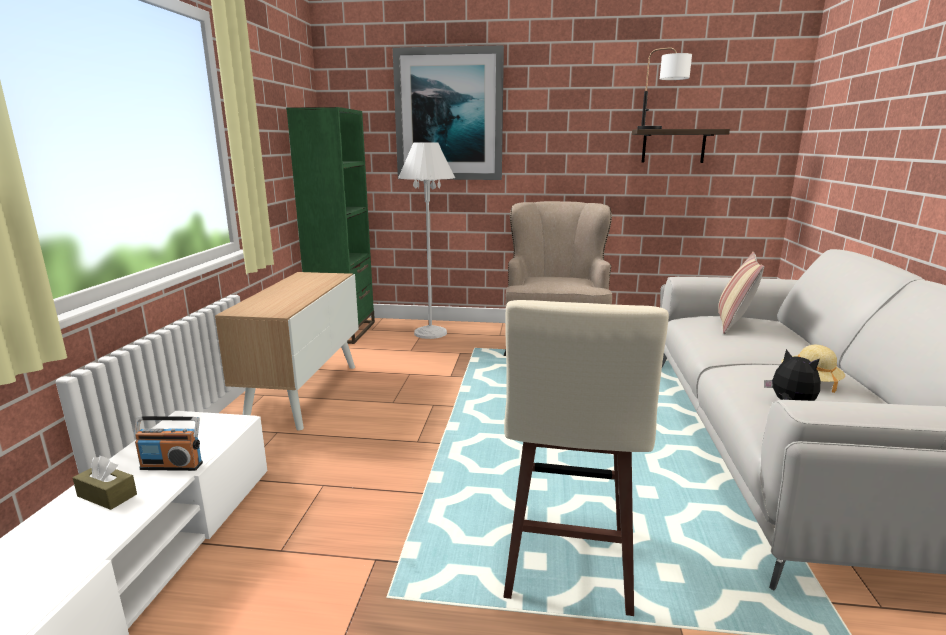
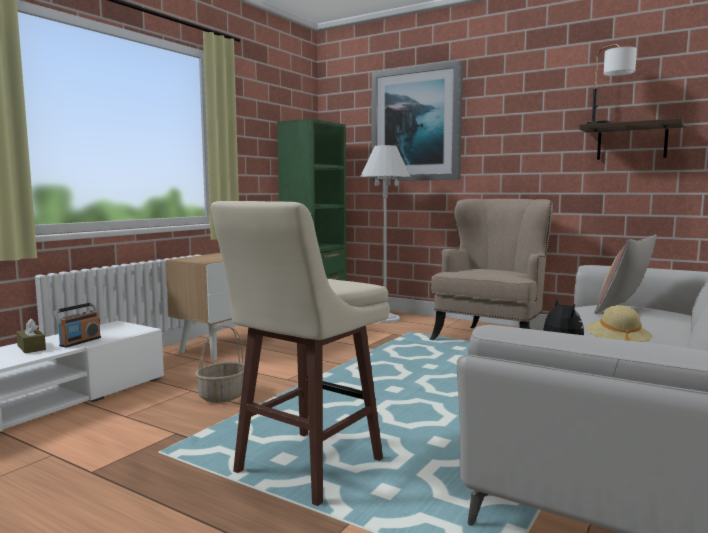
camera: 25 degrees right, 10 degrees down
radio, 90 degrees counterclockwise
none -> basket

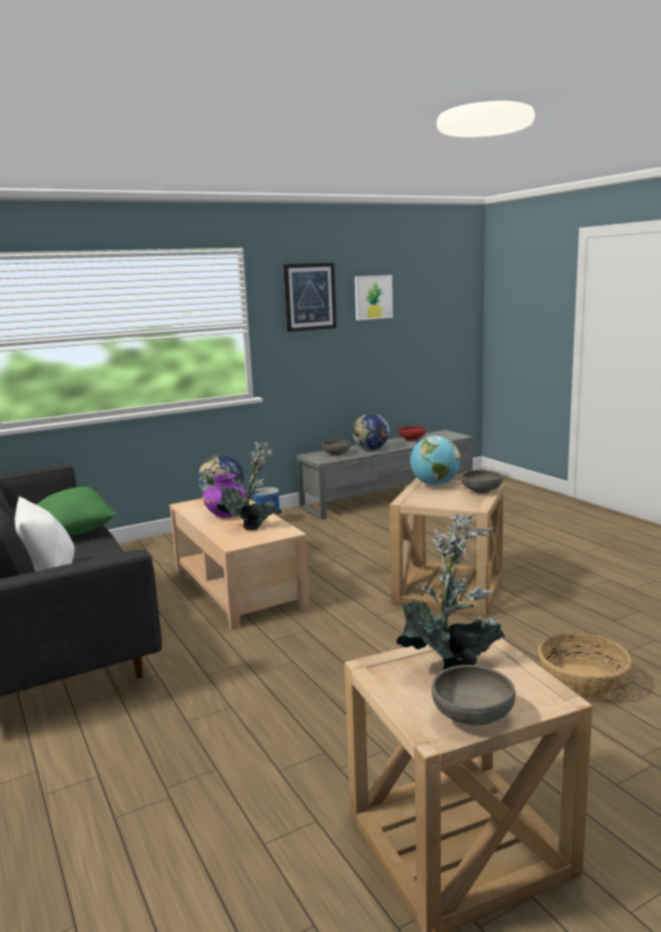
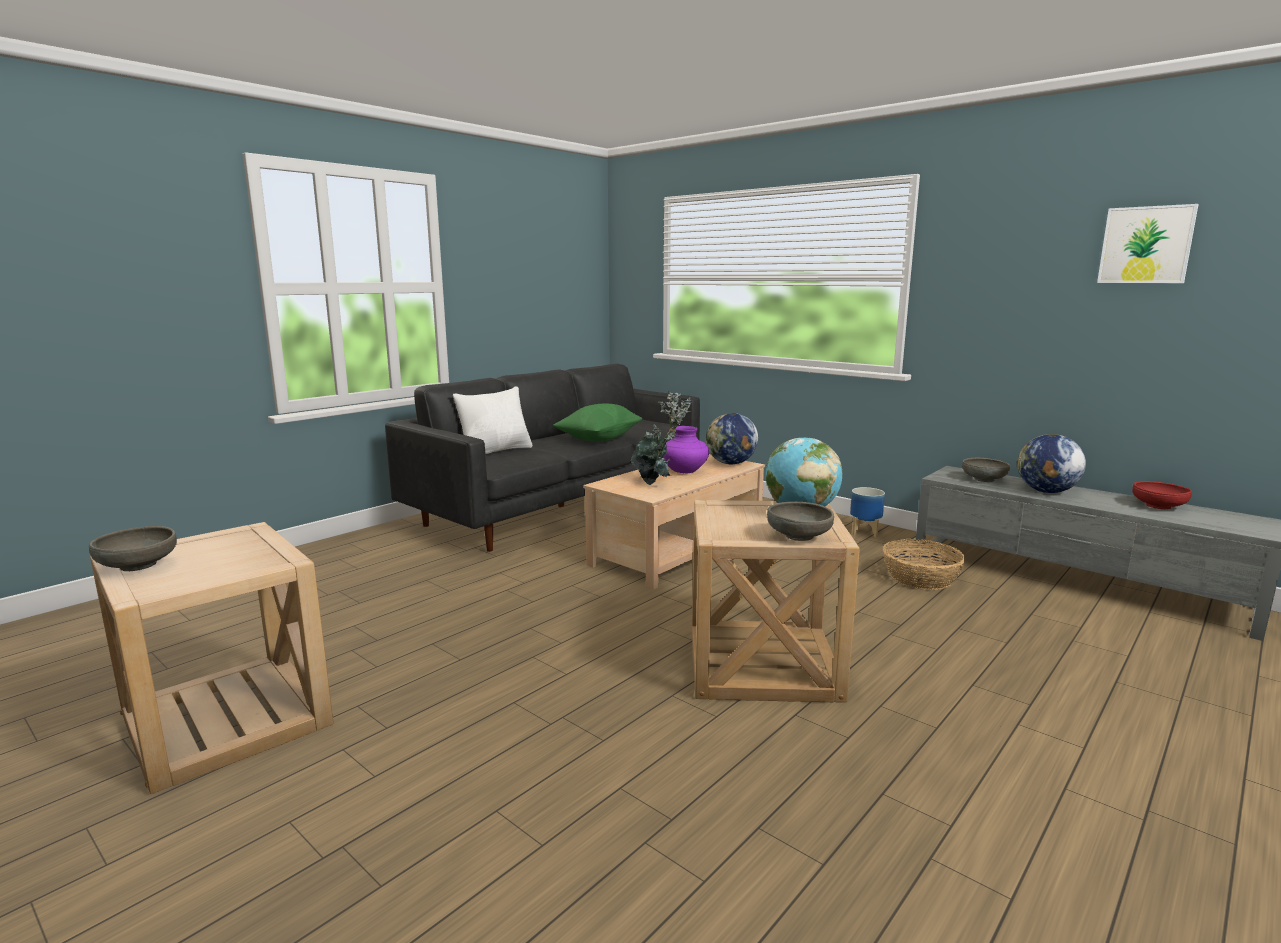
camera: 70 degrees right, 0 degrees up
picture (1st from left) -> none
potted plant (2nd from left) -> none
basket, move

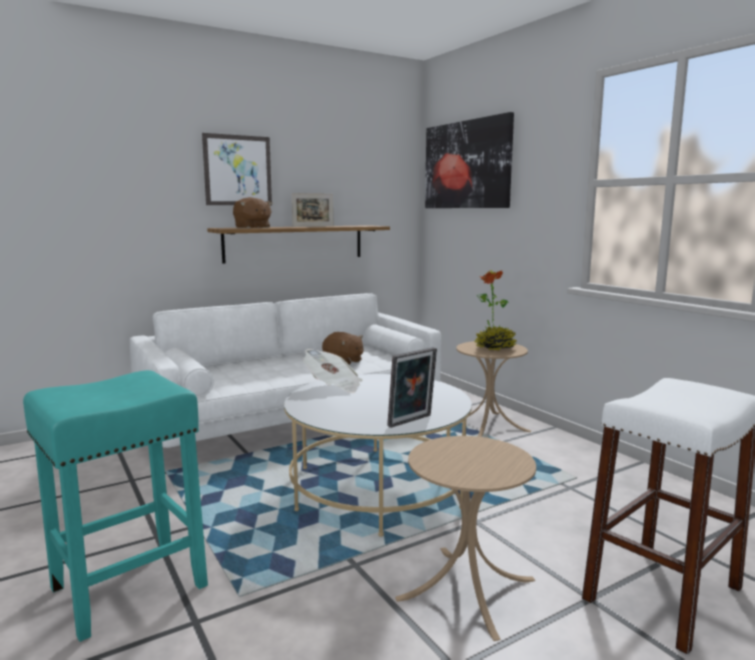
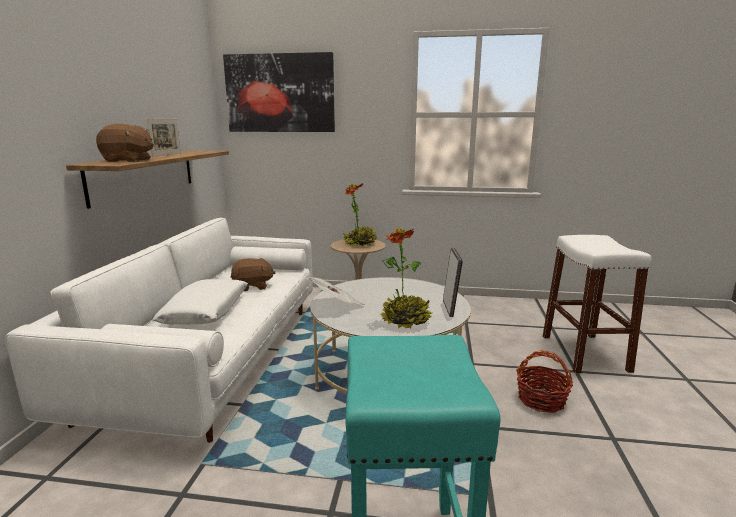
camera: 50 degrees left, 5 degrees up
picture (1st from left) -> none
side table/beige (1st from left) -> basket
none -> pillow/white
none -> potted plant (2nd from left)

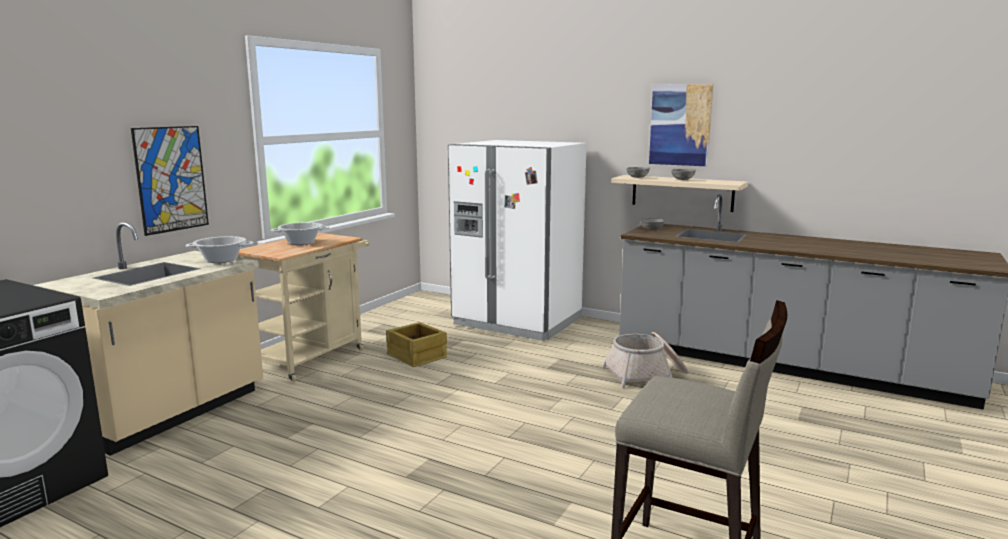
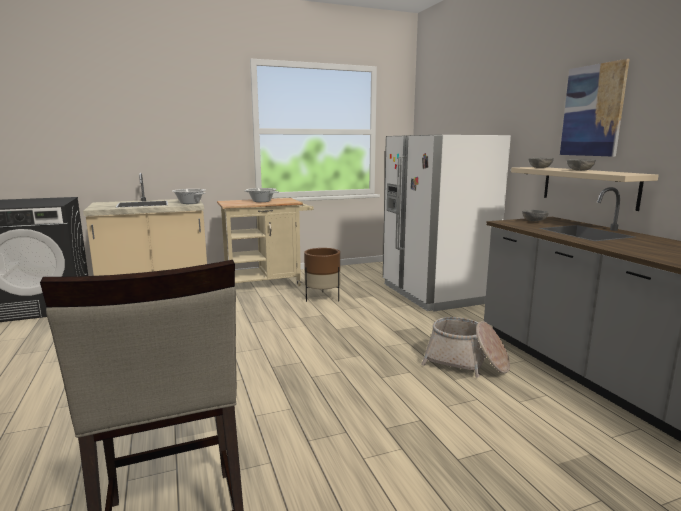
camera: 40 degrees right, 0 degrees up
picture (1st from left) -> none
crate -> planter/brown

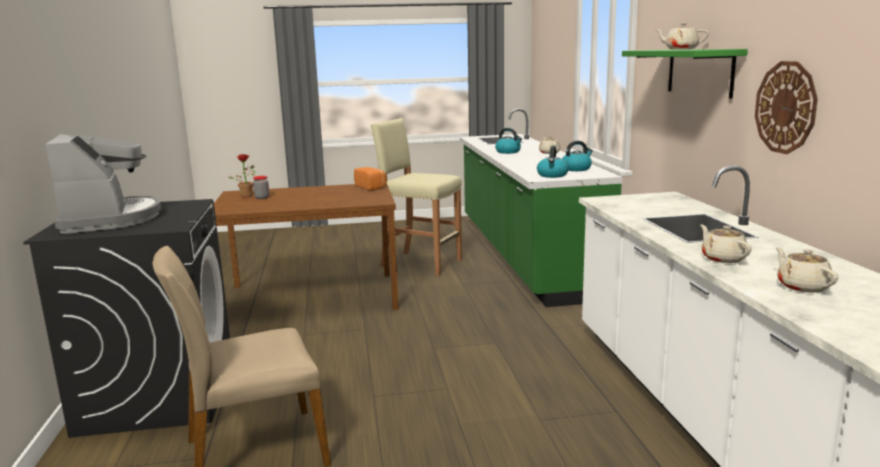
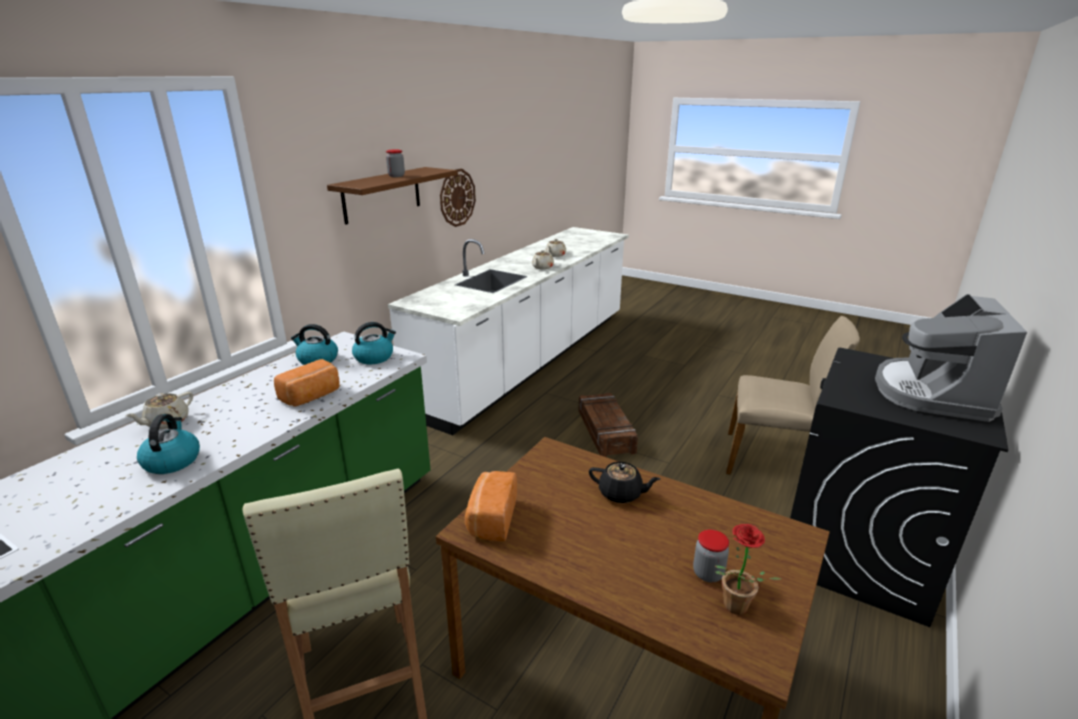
camera: 140 degrees left, 10 degrees up
shelf/green -> shelf/brown
teapot/beige (2nd from left) -> jar (1st from left)
none -> bread (1st from left)
none -> crate
none -> teapot/black

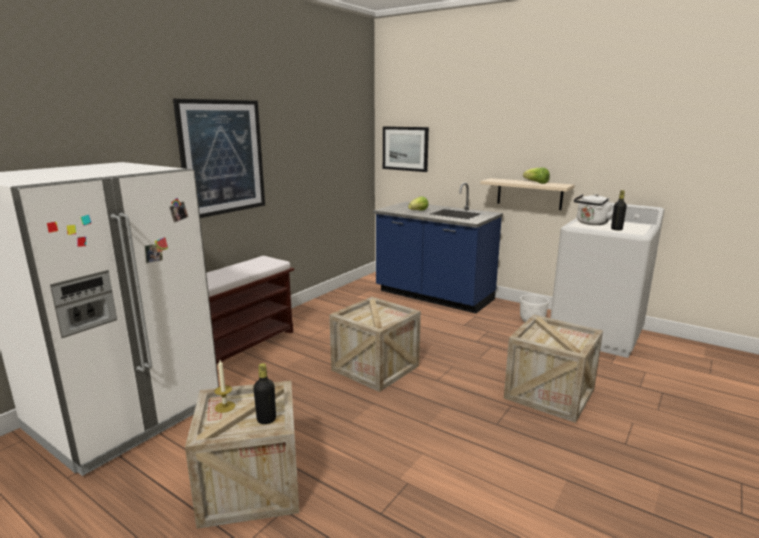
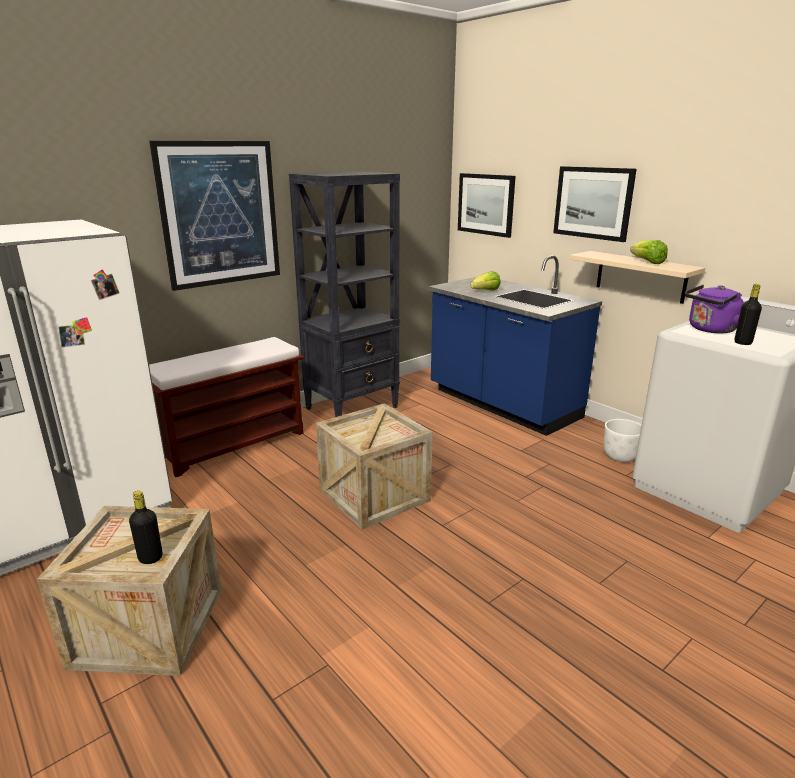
camera: 15 degrees right, 5 degrees up
candle -> none
crate (3rd from left) -> none
kettle/white -> kettle/purple
none -> bookcase/black
none -> picture (3rd from left)

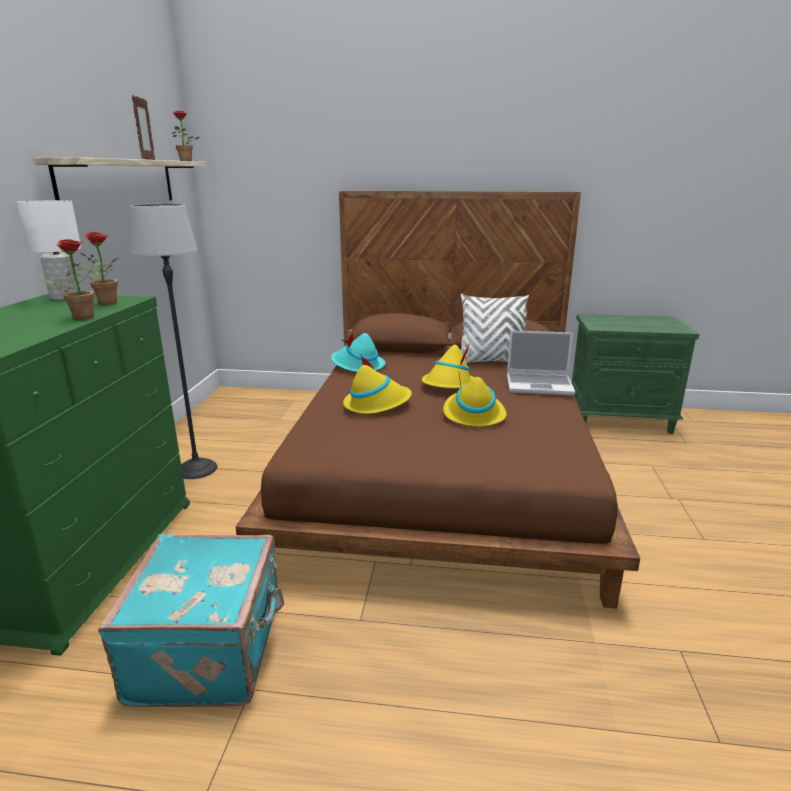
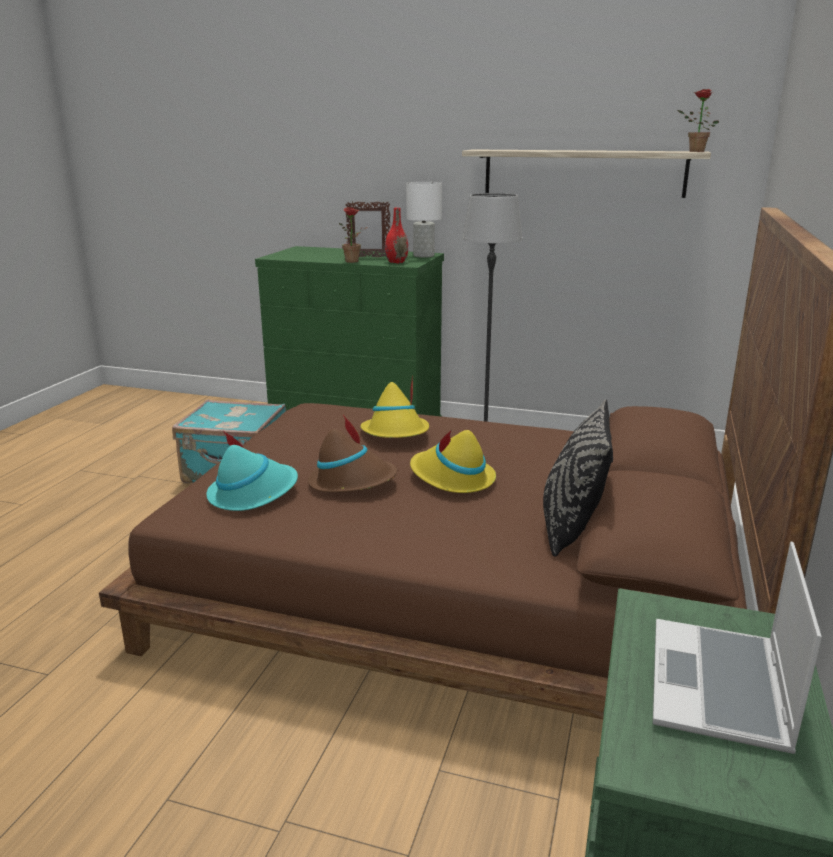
camera: 100 degrees right, 0 degrees up
potted plant (2nd from left) -> vase/red
picture frame, move
hat/turquoise, move
hat/yellow (3rd from left) -> hat/brown
pillow/white -> pillow/black
laptop, move

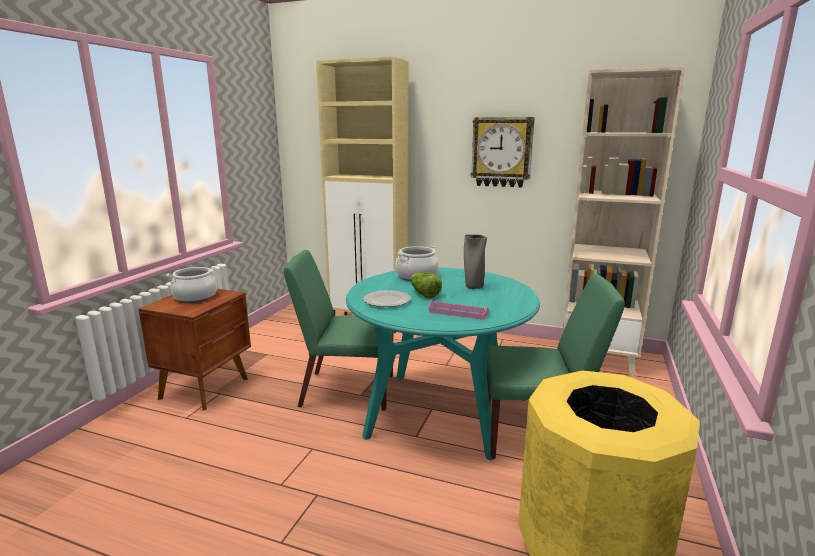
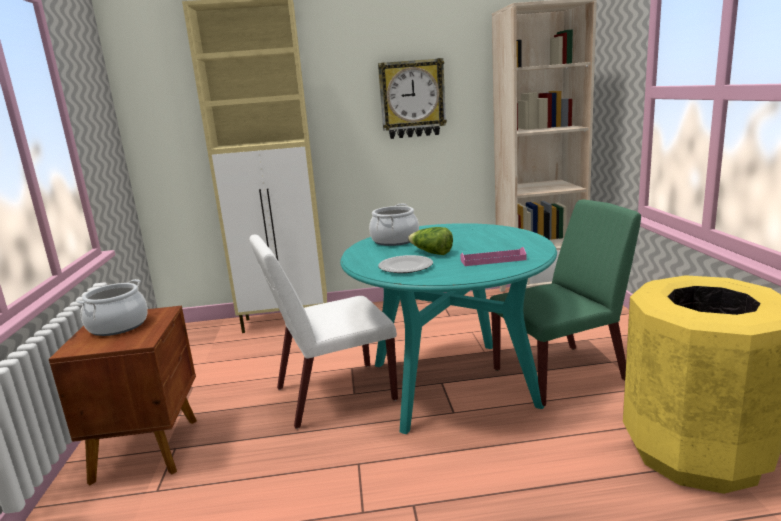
camera: 25 degrees left, 0 degrees up
chair/green (1st from left) -> chair/white
vase/grey -> none

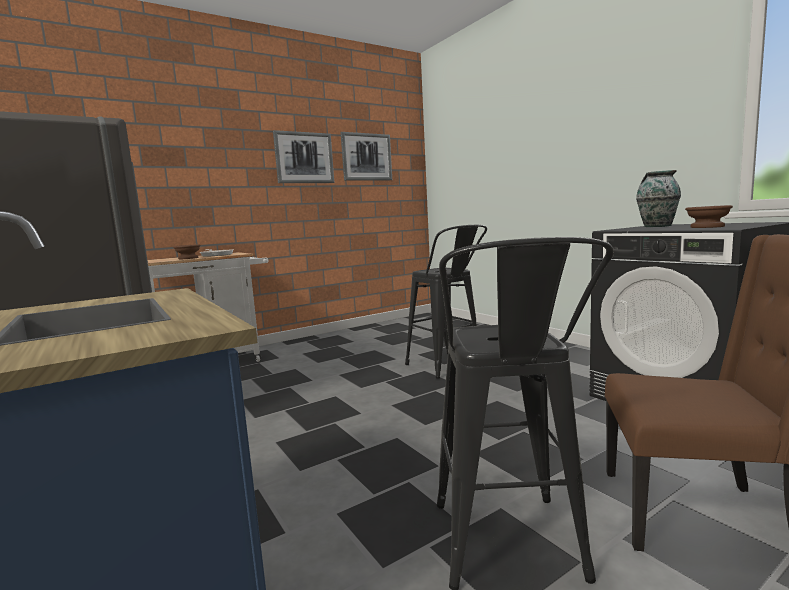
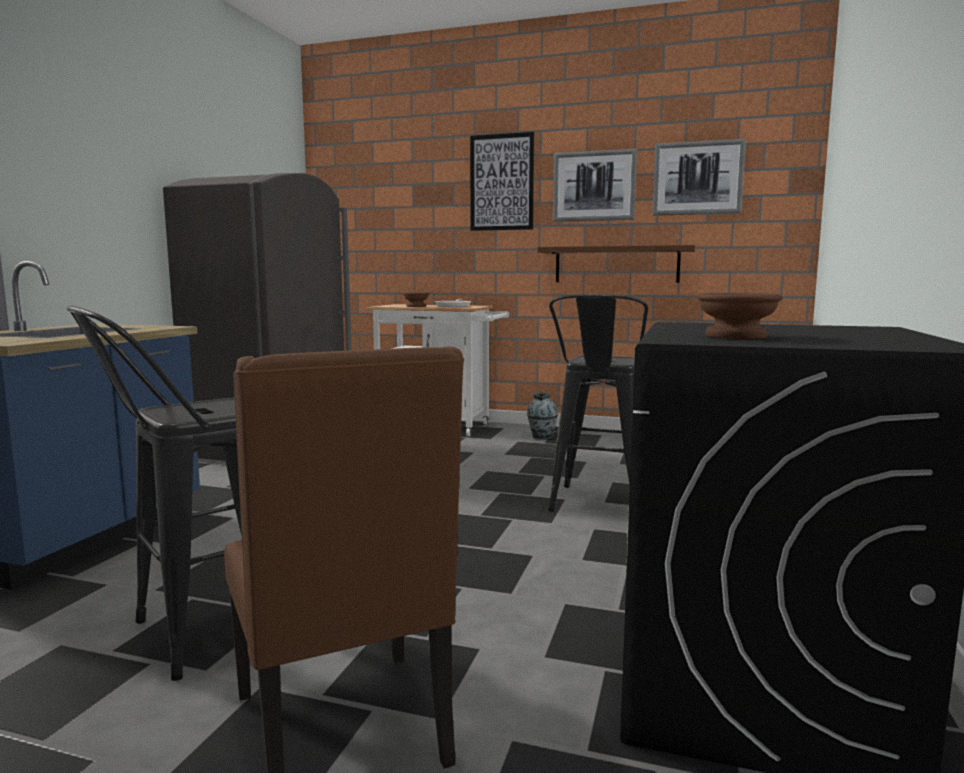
camera: 50 degrees right, 0 degrees up
vase, move
none -> picture (1st from left)
none -> shelf/brown

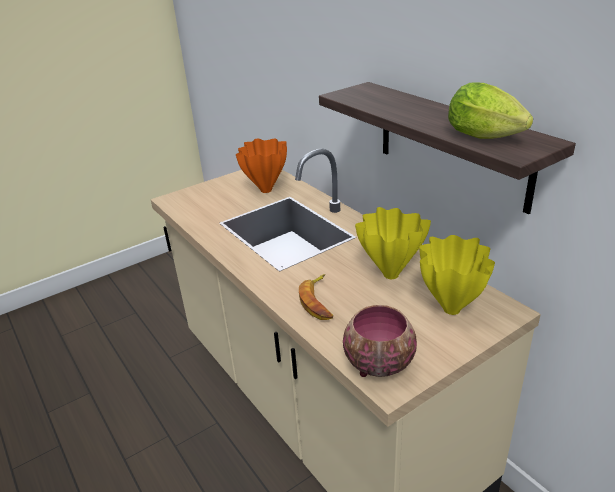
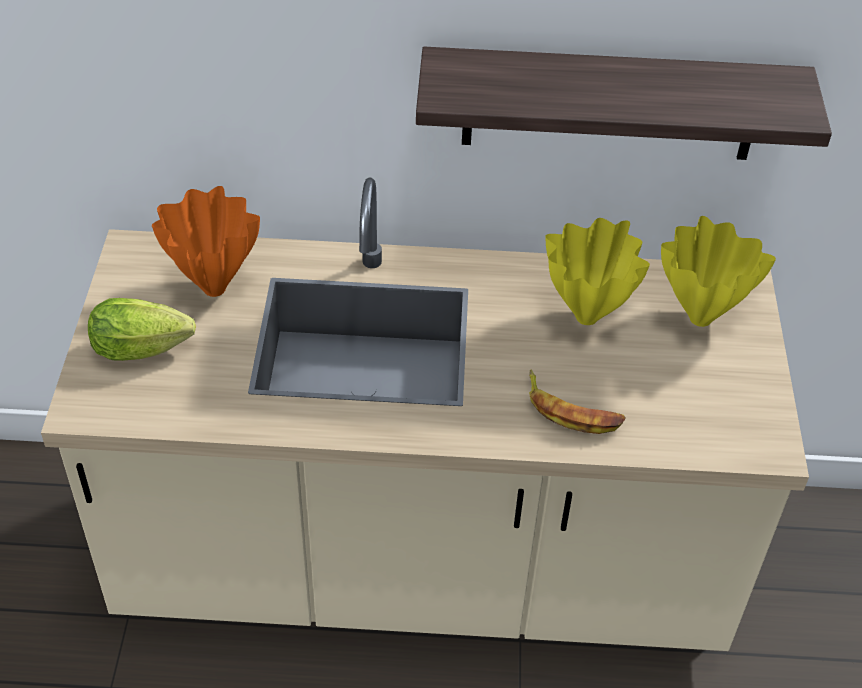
camera: 55 degrees left, 15 degrees up
bowl -> none
lettuce, move

